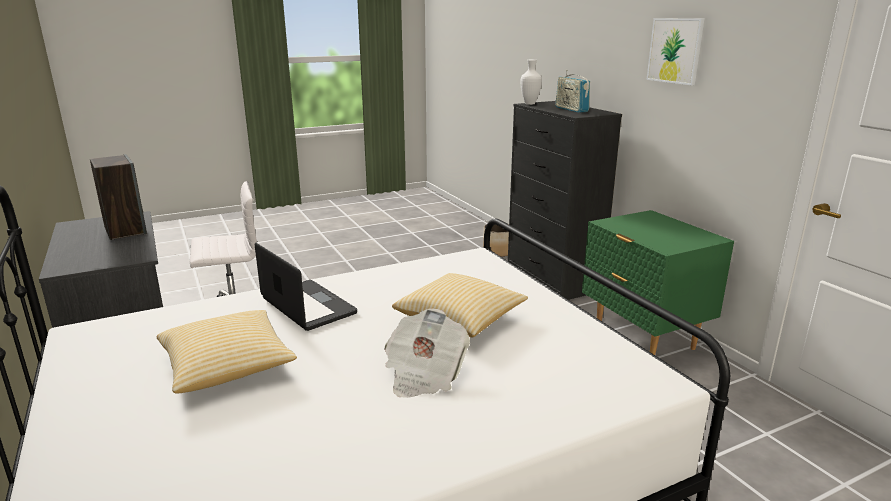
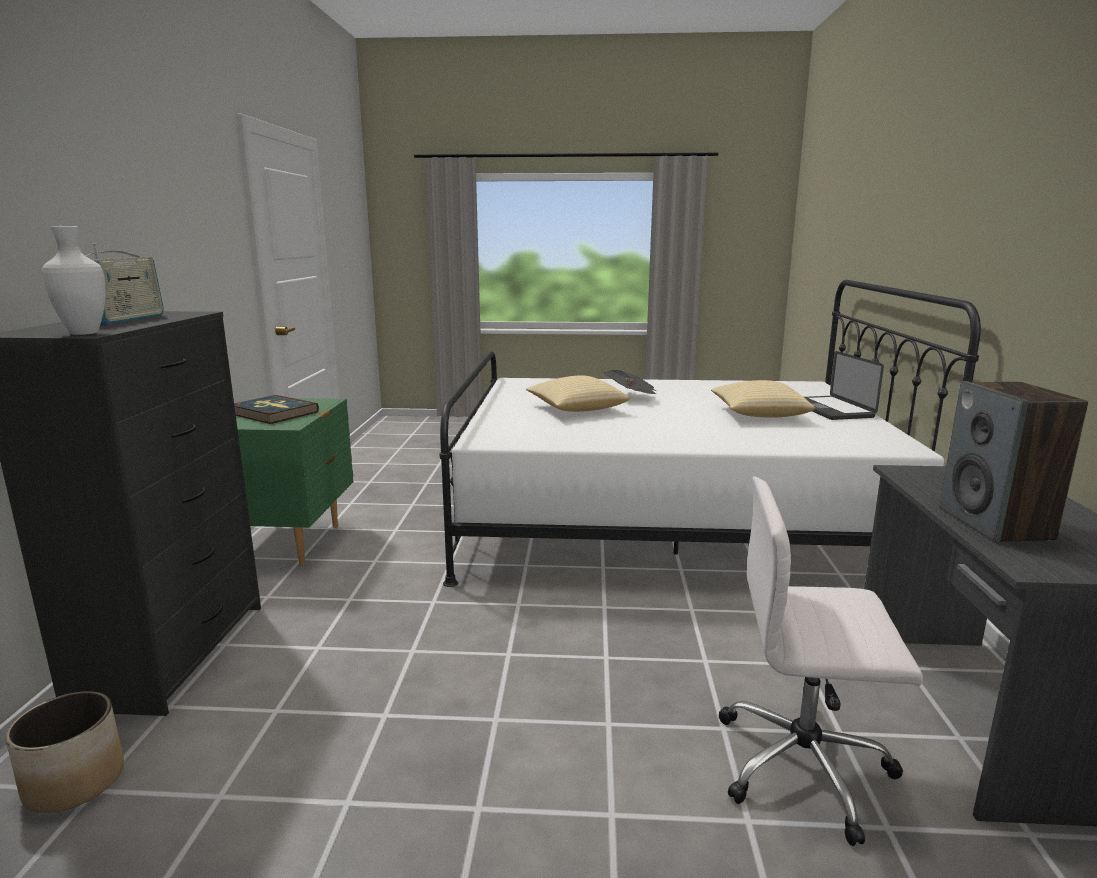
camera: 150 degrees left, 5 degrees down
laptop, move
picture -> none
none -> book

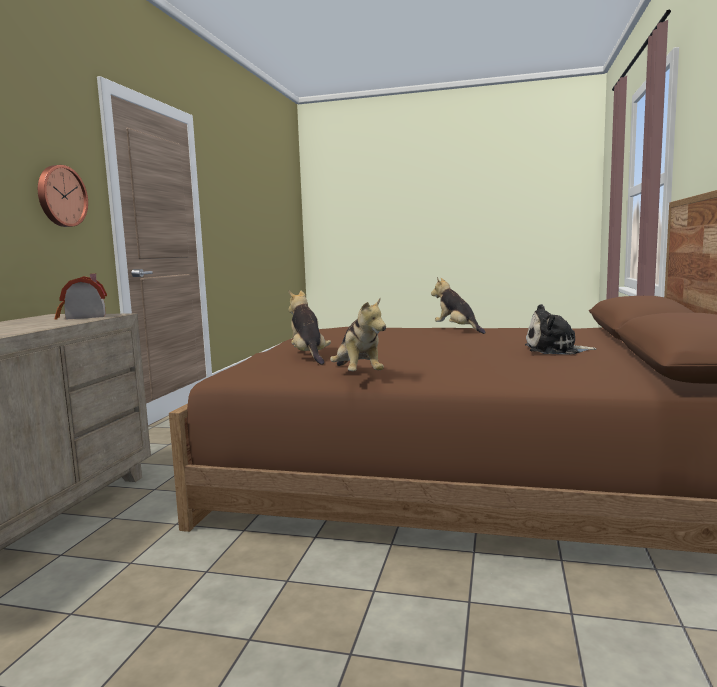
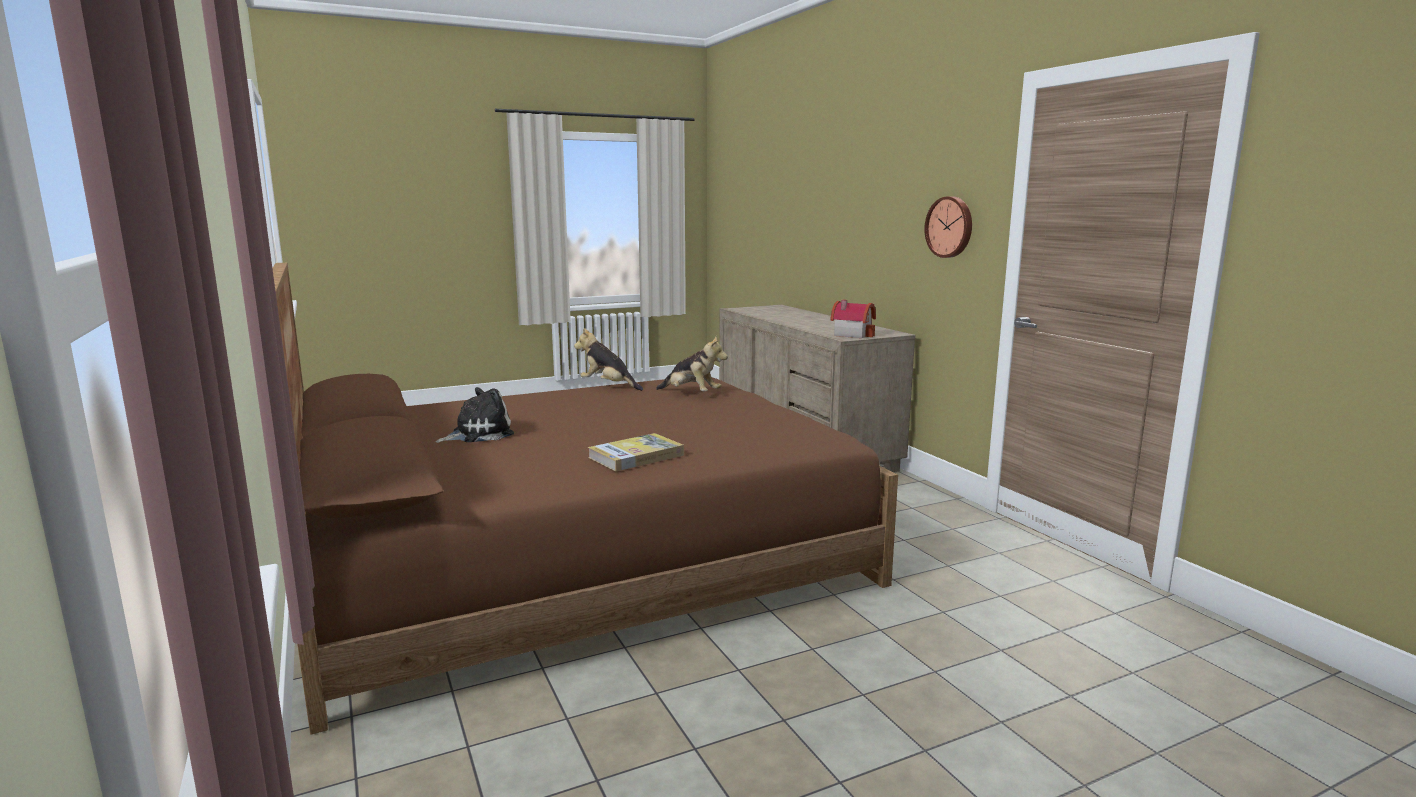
camera: 140 degrees right, 5 degrees up
plush toy (3rd from left) -> book

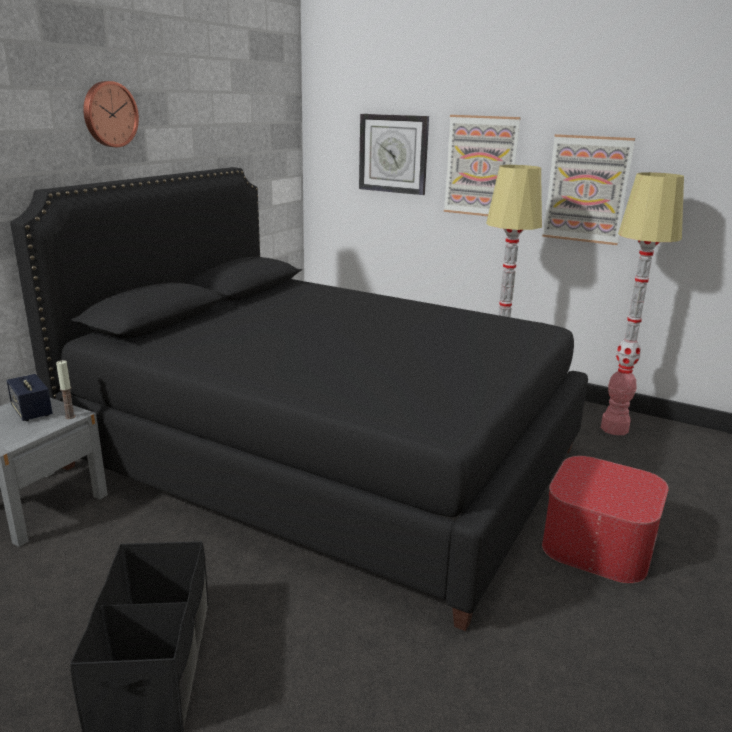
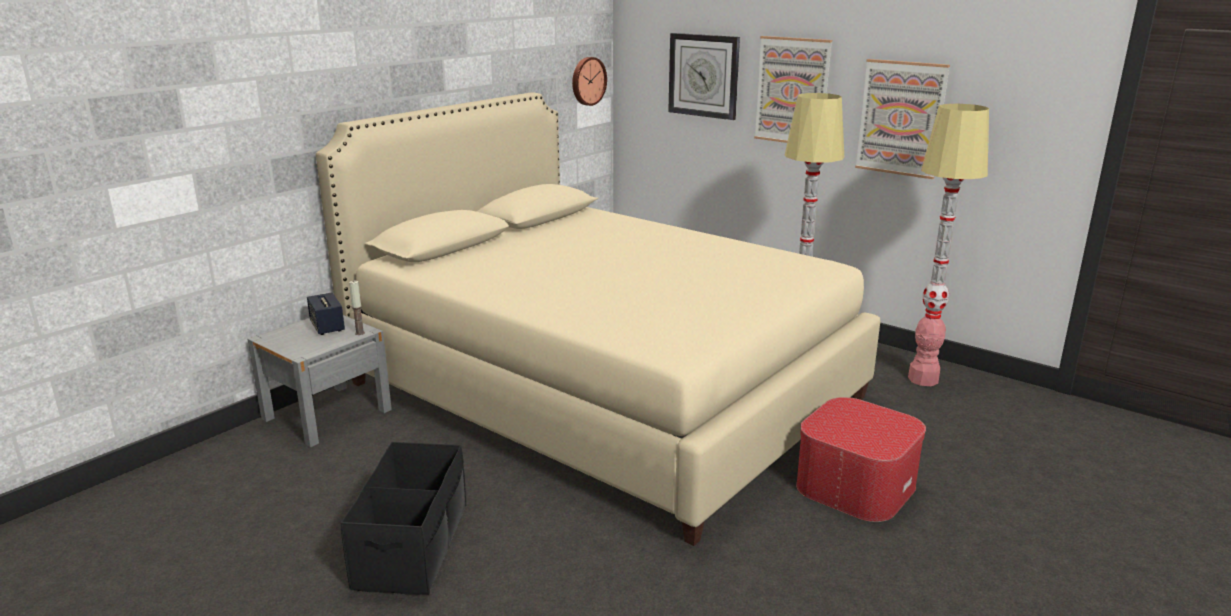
camera: 10 degrees right, 0 degrees up
bed/black -> bed/beige
wall clock (1st from left), move

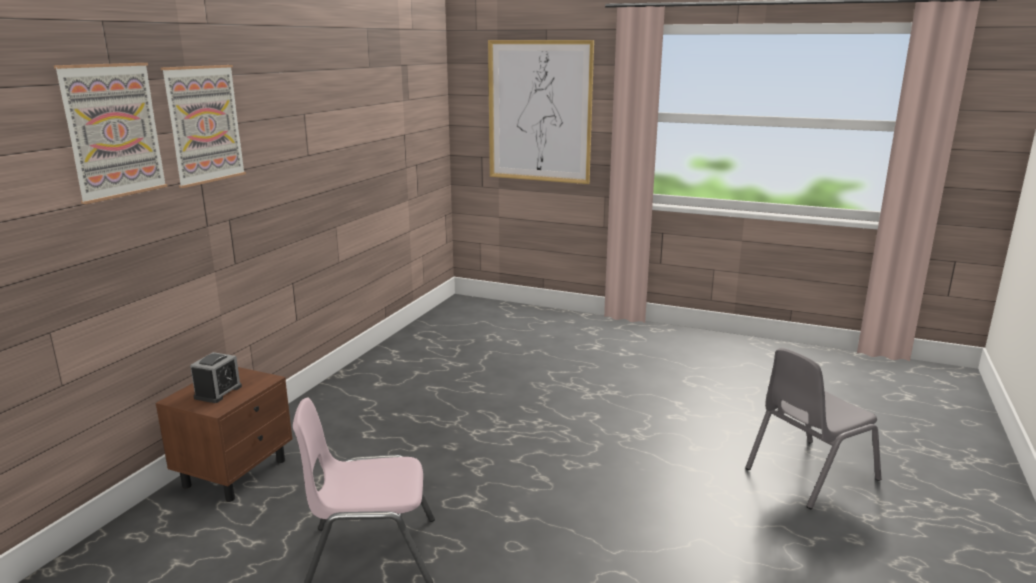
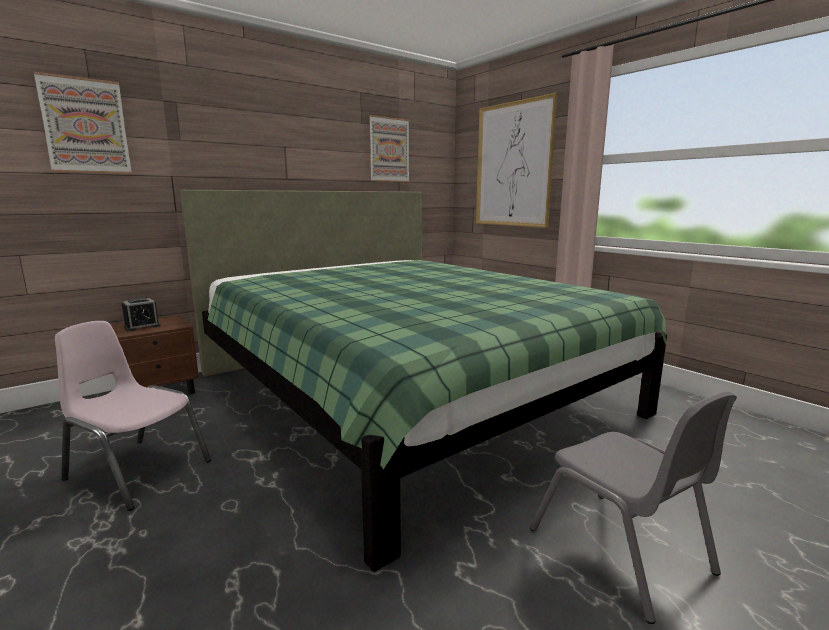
camera: 30 degrees right, 5 degrees down
picture (2nd from left), move
chair/grey, 120 degrees counterclockwise
none -> bed/green

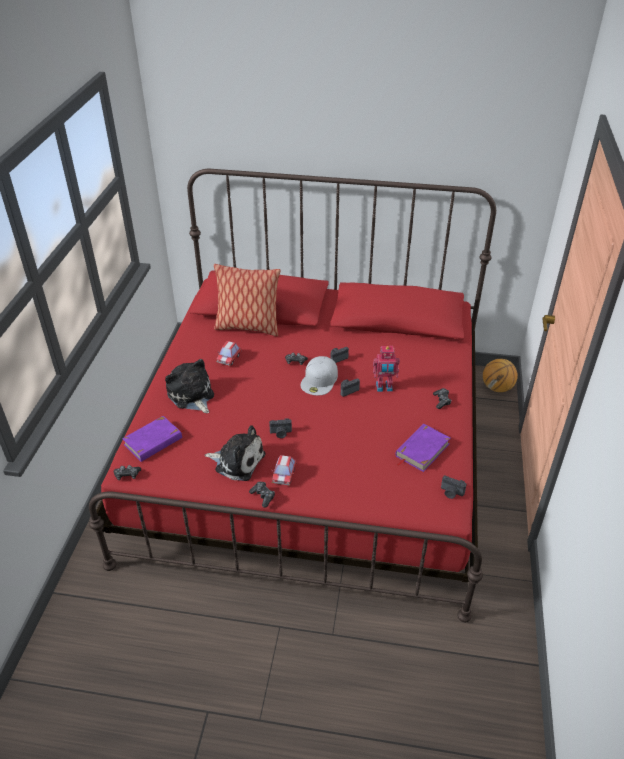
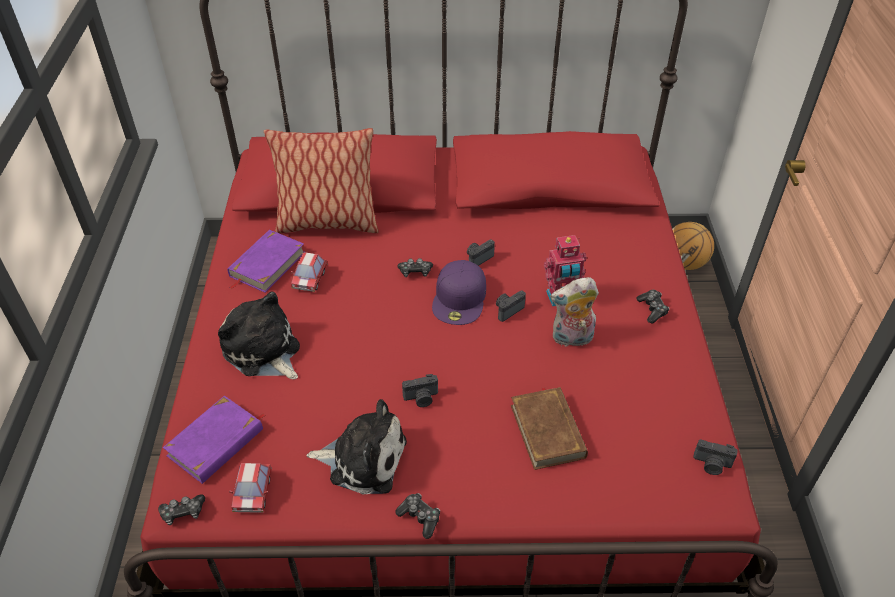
camera: 10 degrees left, 5 degrees up
toy car (2nd from left in the first image) -> toy car (1st from left), move
cap/white -> cap/purple
book/purple (2nd from left), move
none -> book/brown
none -> plush toy (3rd from left)

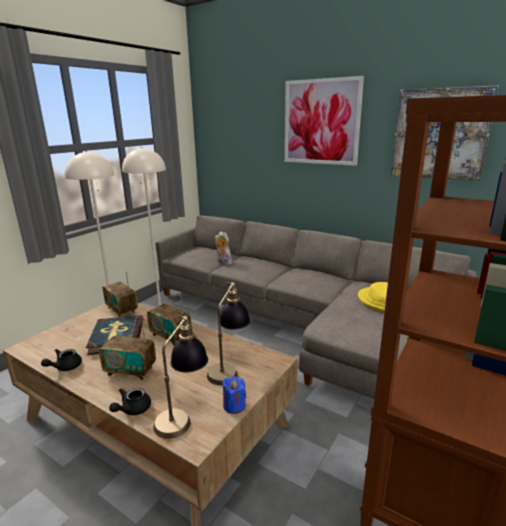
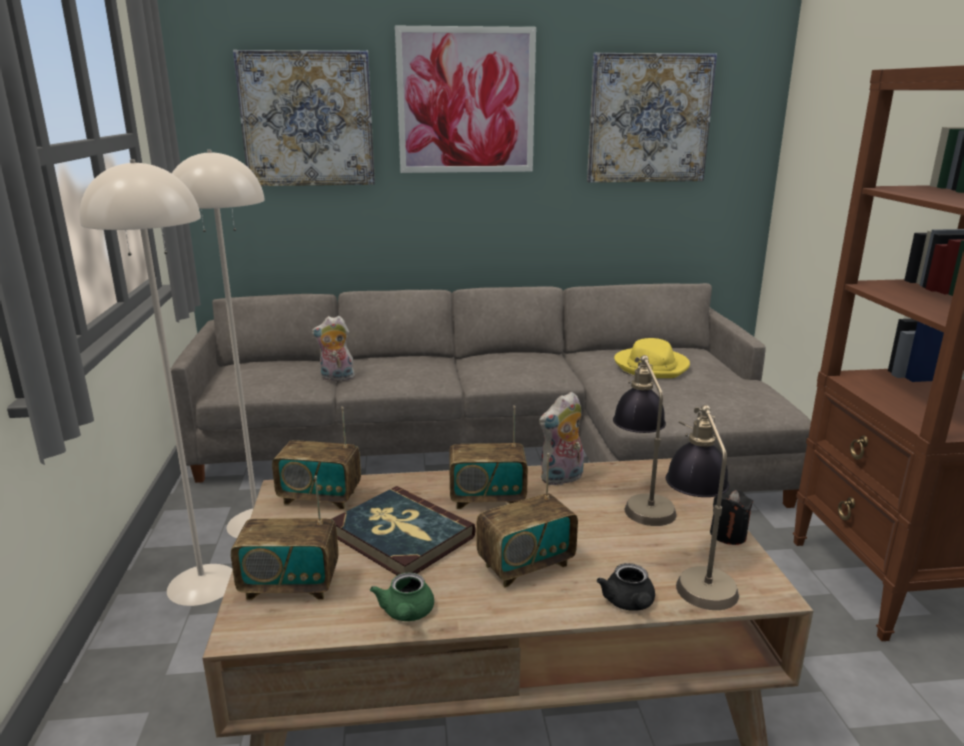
camera: 40 degrees left, 0 degrees up
teapot/black (1st from left) -> teapot/green
candle/blue -> candle/black
none -> radio (1st from left)
none -> picture (1st from left)
none -> plush toy (2nd from left)

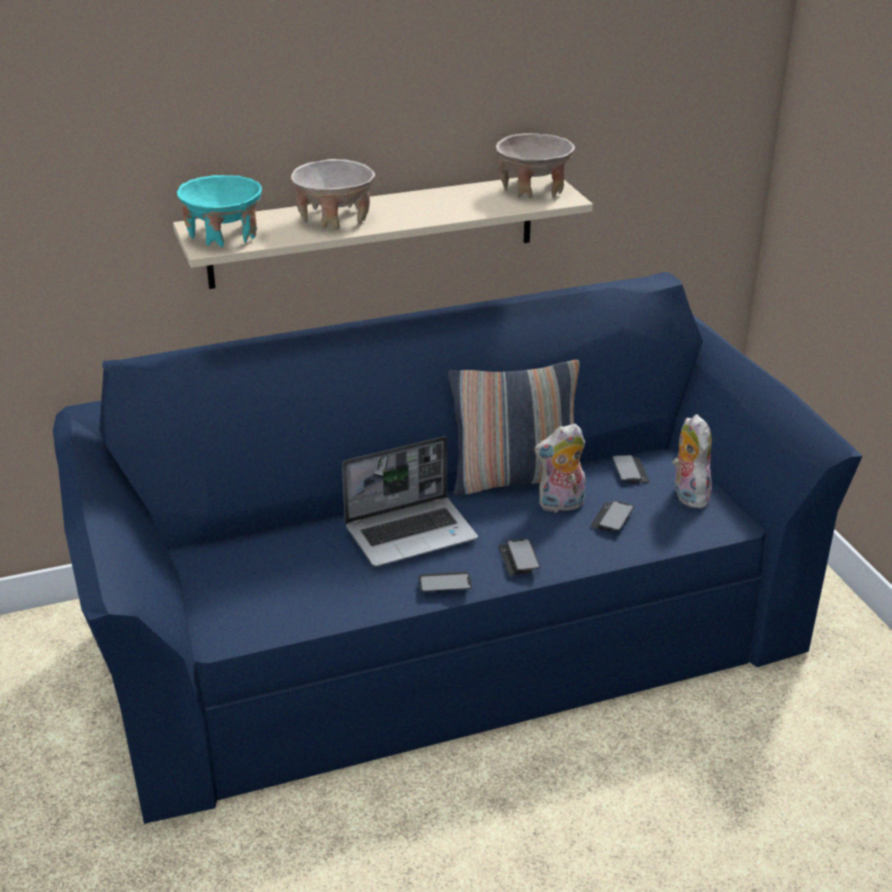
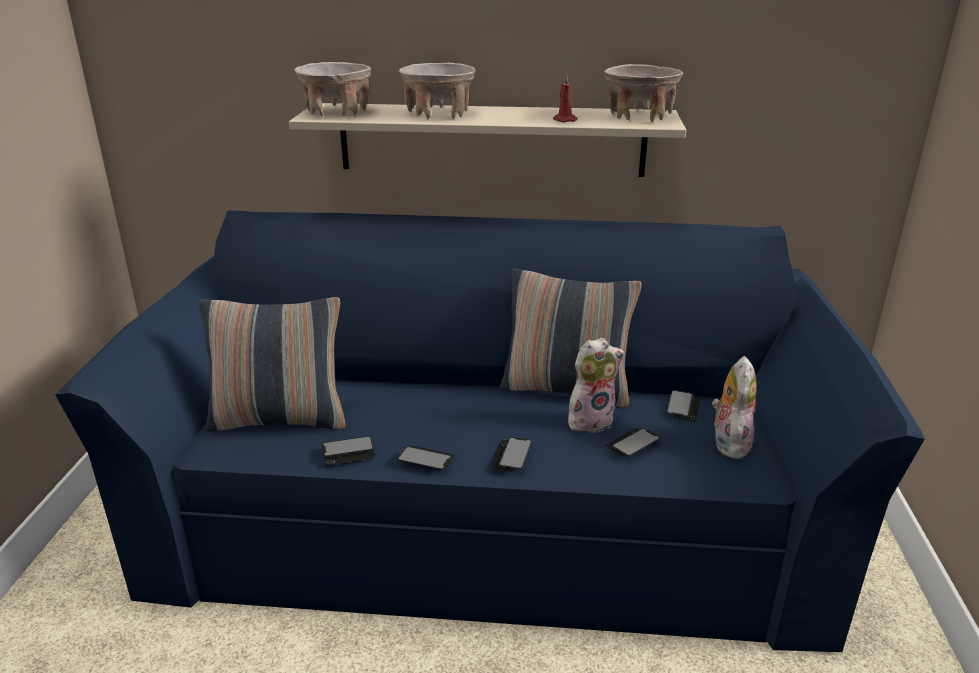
camera: 25 degrees right, 5 degrees down
bowl/turquoise -> bowl/beige (1st from left)
laptop -> none
plush toy (1st from left), 150 degrees clockwise
none -> pillow (1st from left)
none -> phone (1st from left)
none -> candle/red

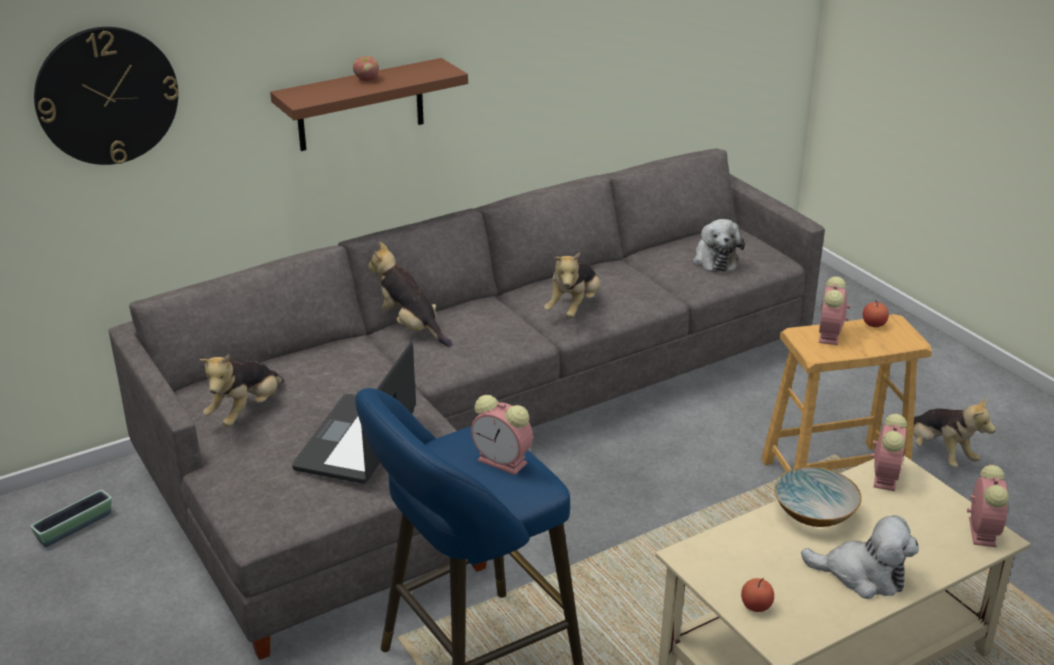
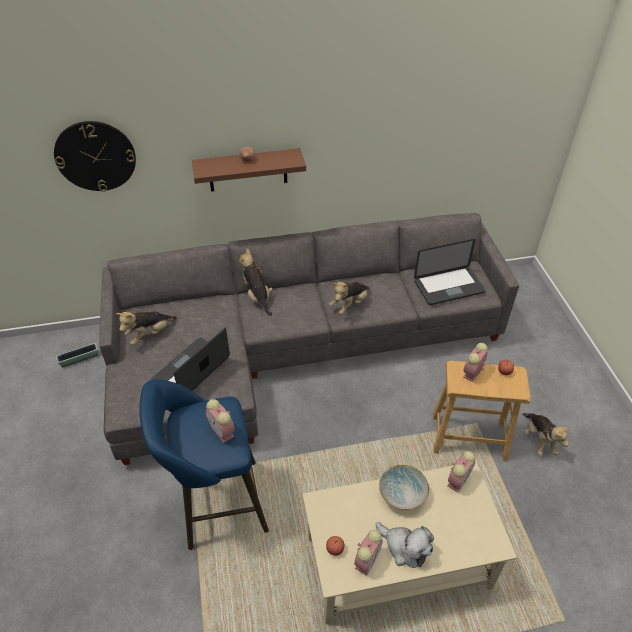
camera: 20 degrees right, 15 degrees up
plush toy (4th from left) -> laptop (2nd from left)
alarm clock (4th from left in the first image) -> alarm clock (2nd from left), move

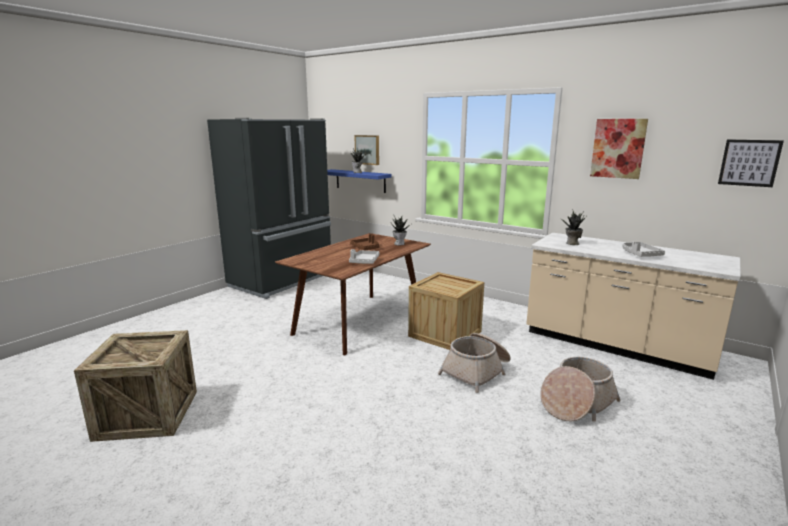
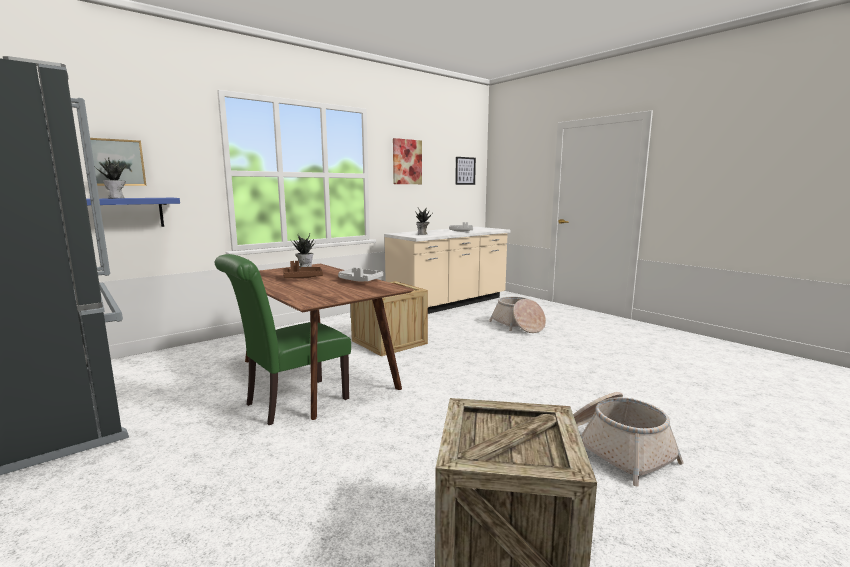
camera: 75 degrees left, 5 degrees down
basket (1st from left in the first image) -> basket (2nd from left), move
none -> chair/green

